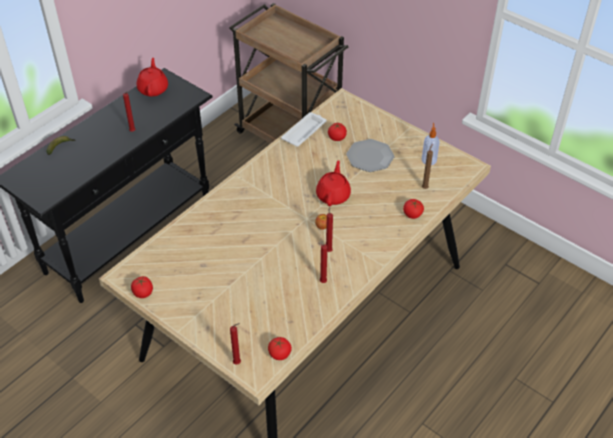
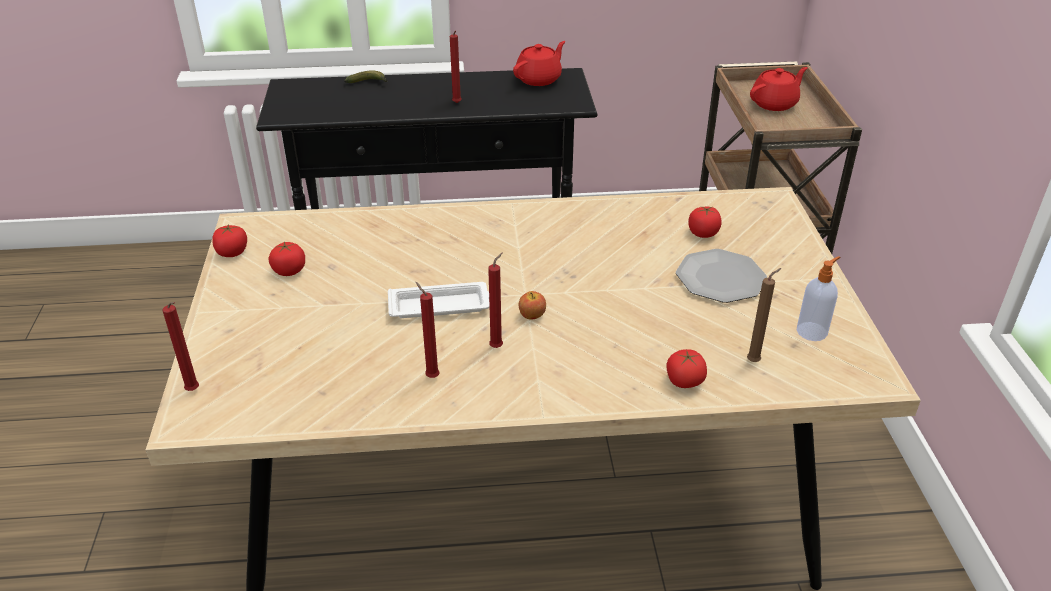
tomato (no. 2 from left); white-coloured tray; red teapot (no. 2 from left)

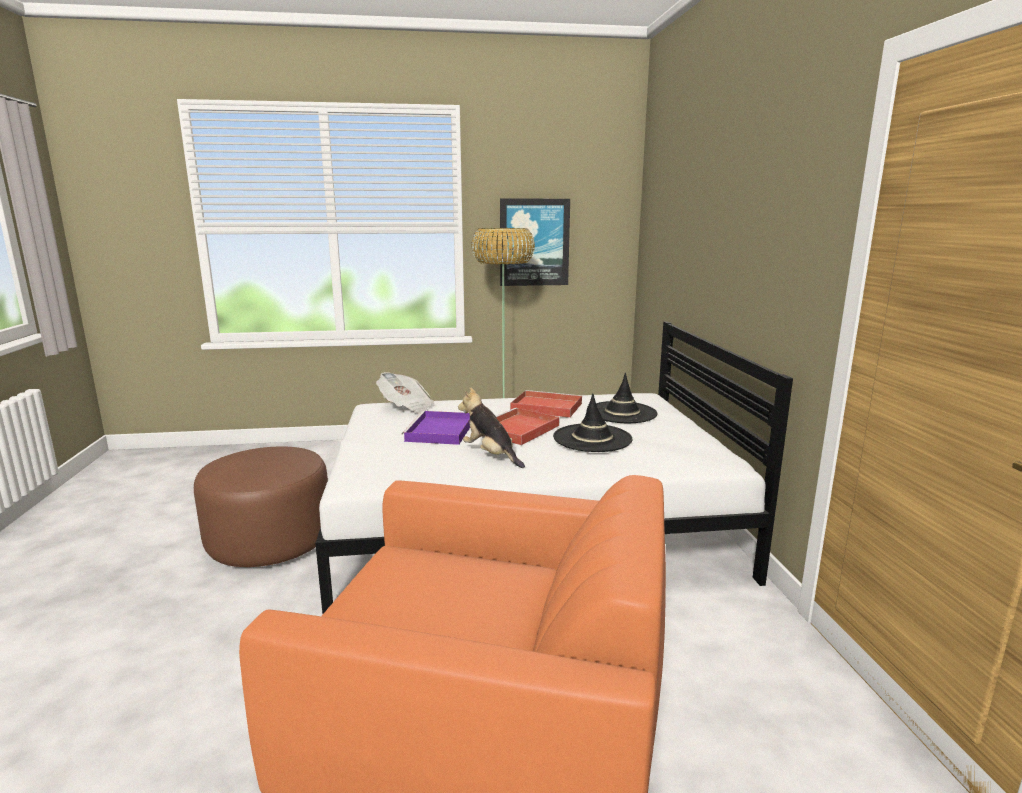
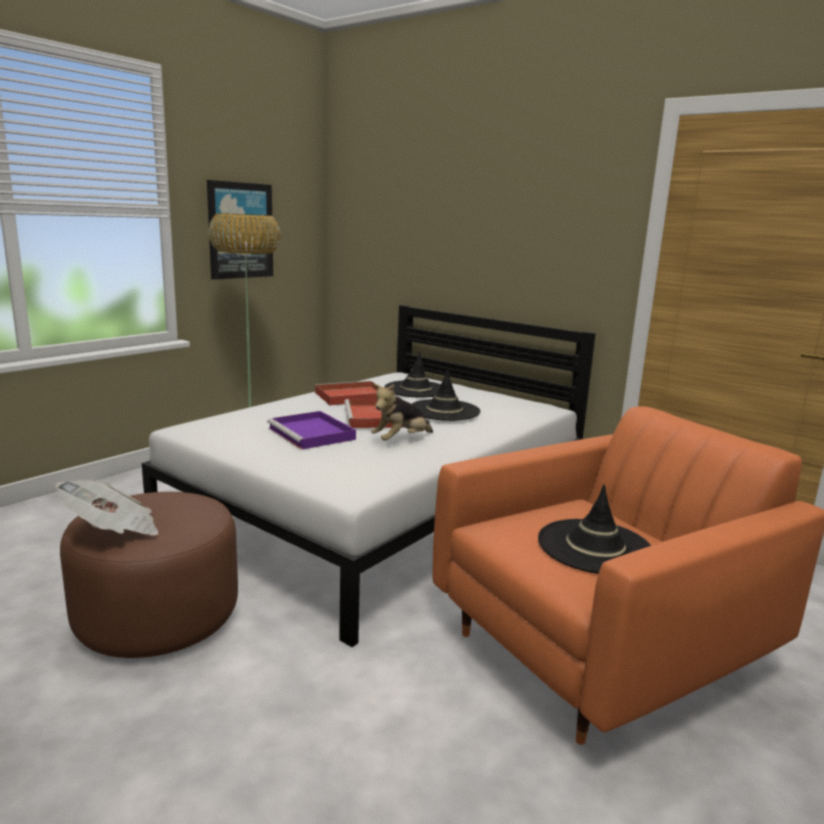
printed paper; cuddly toy; black hat (no. 3 from left)

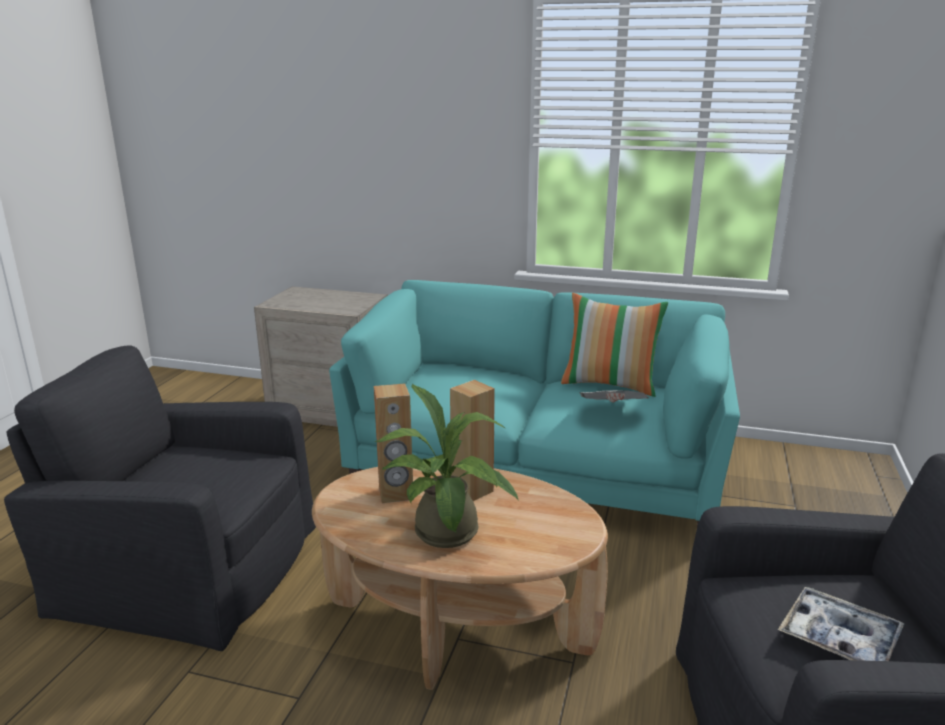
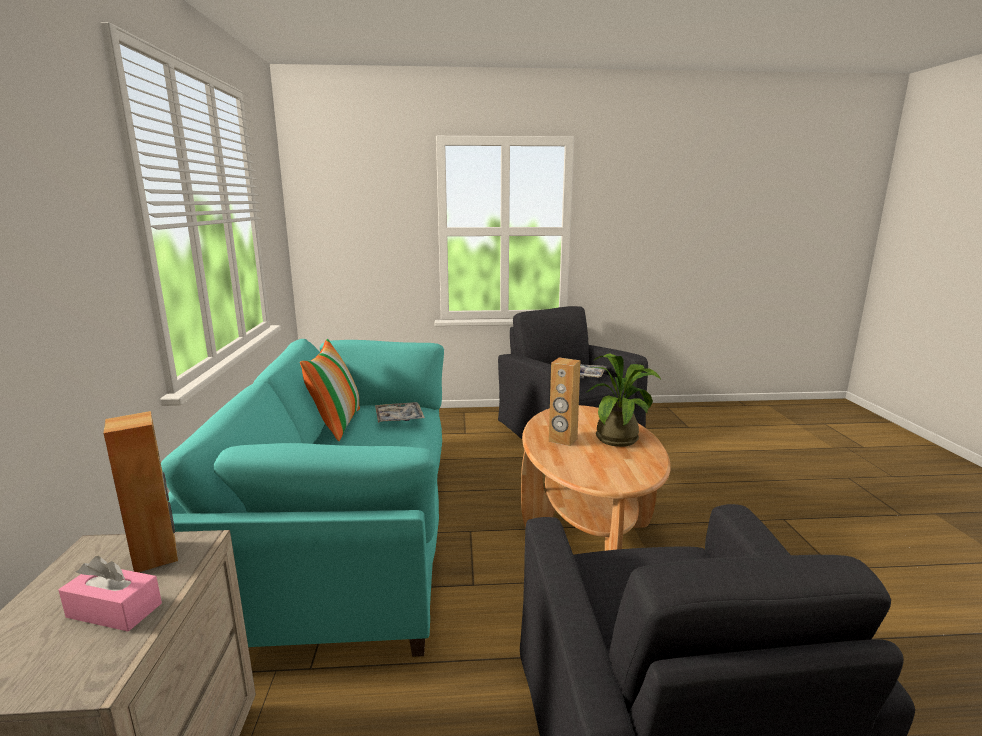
brown audio speaker (no. 1 from left); tray (no. 1 from left); pinkish tissue holder

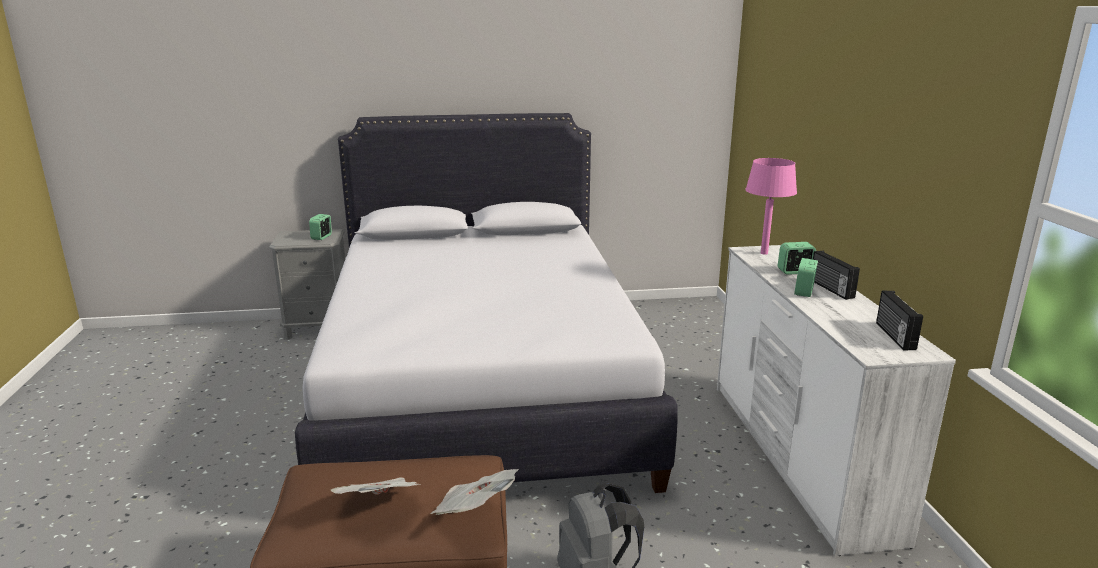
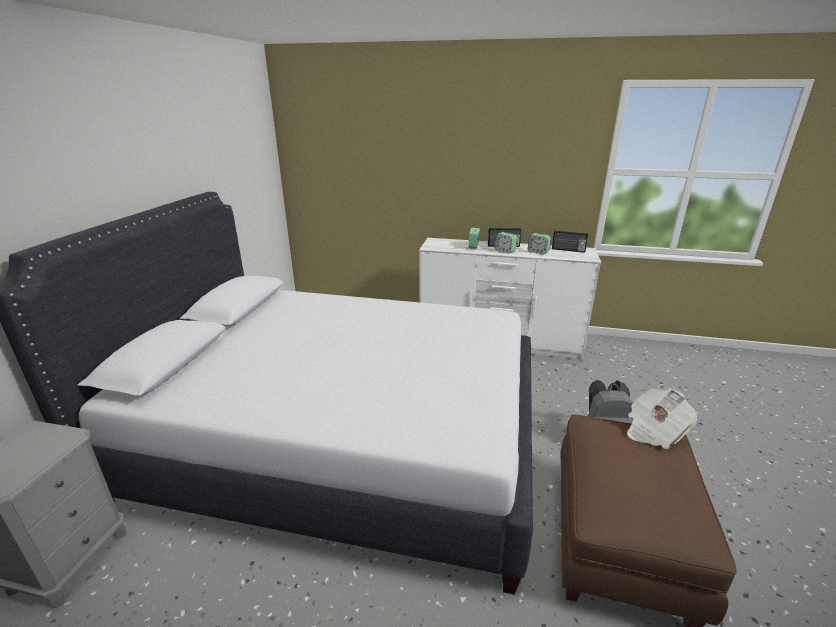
table clock (no. 3 from left); printed paper (no. 1 from left in the first image); pinkish lamp for a table

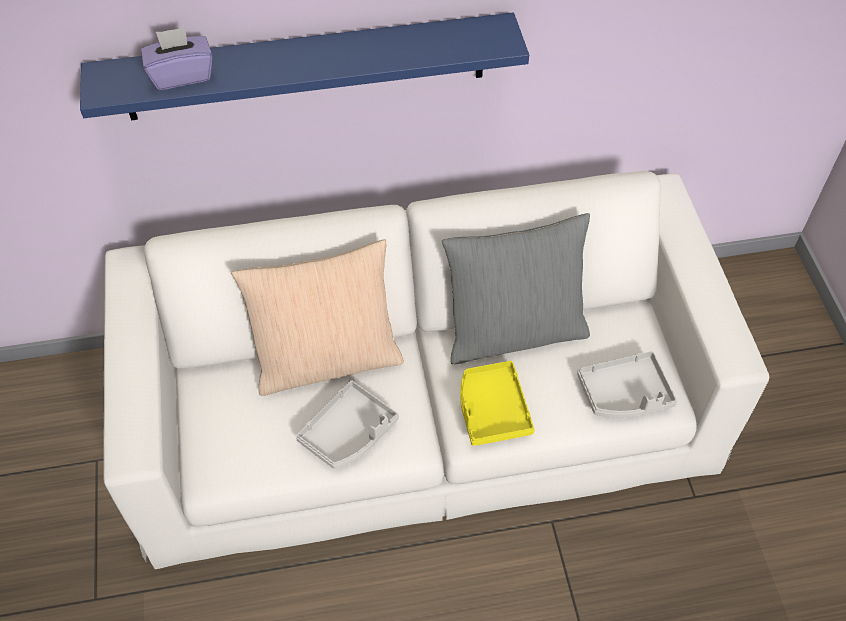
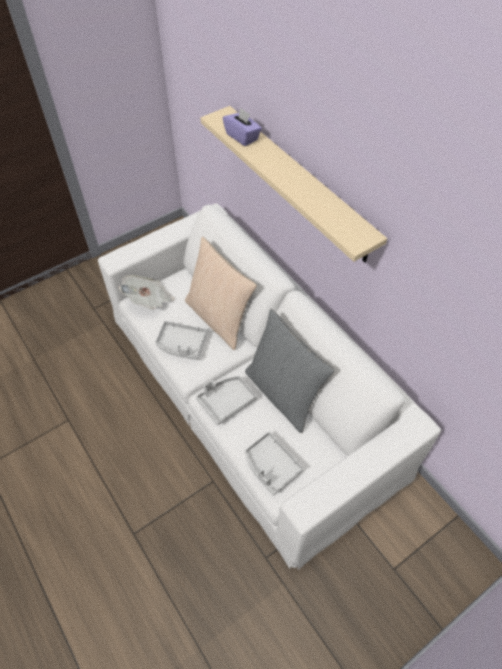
sand-coloured bracket shelf; grey tray (no. 2 from left); printed paper

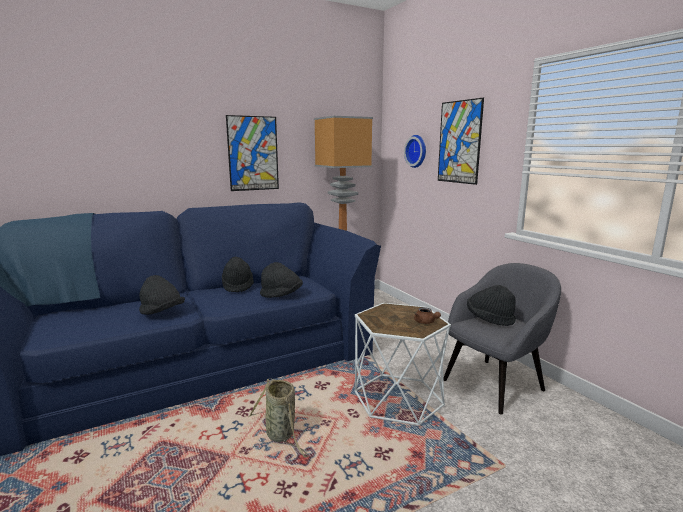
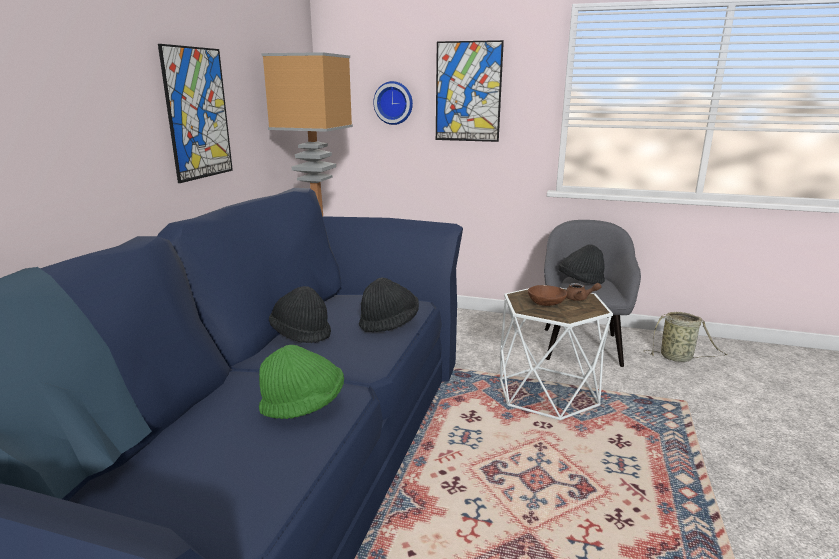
greenish hat; household basket; brown serving bowl

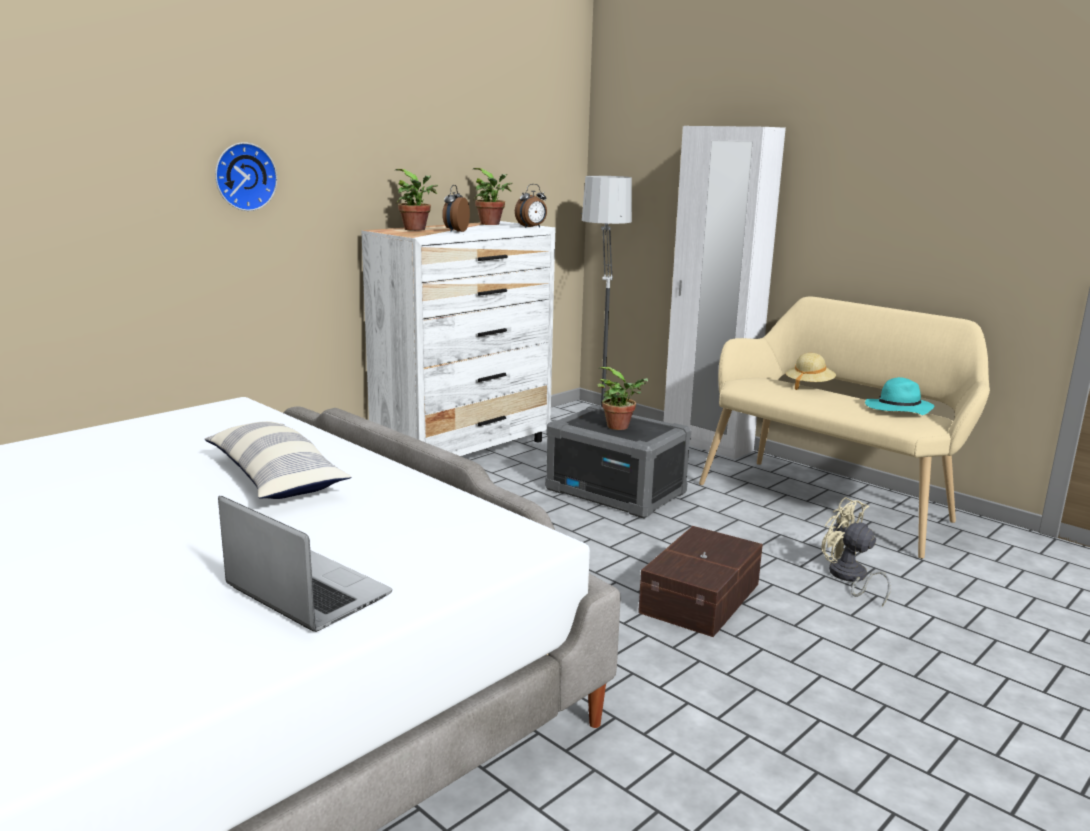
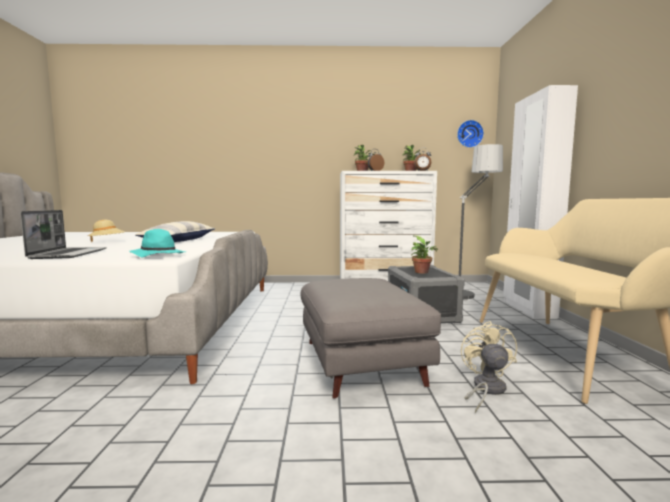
hanging clock; grey footrest; sand-coloured hat; turquoise-coloured hat

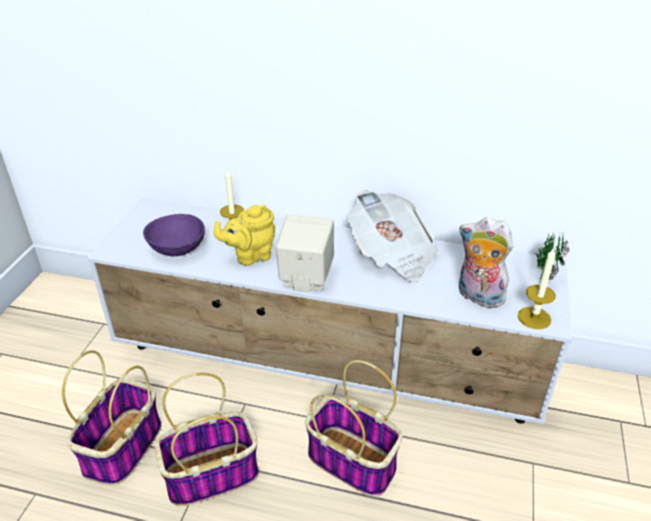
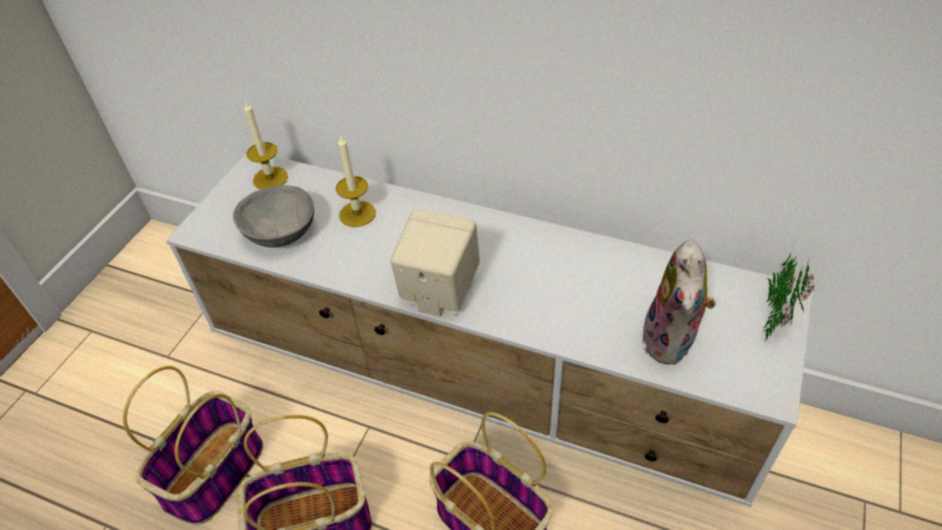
grey serving bowl; yellowish teapot; printed paper; cuddly toy; wax light (no. 1 from left)

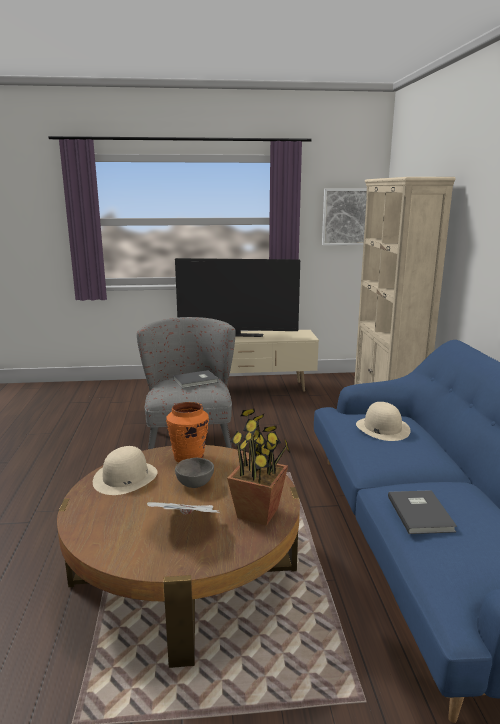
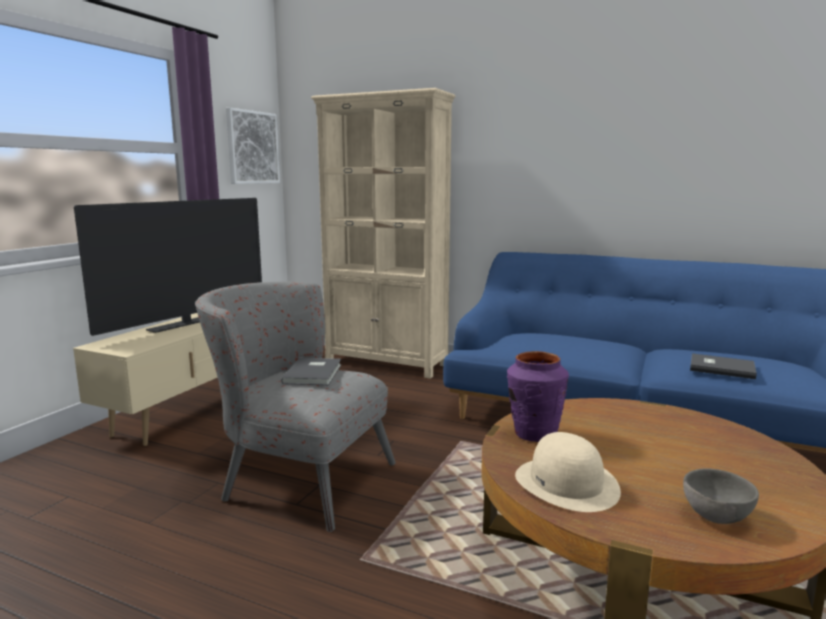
printed paper; purple decorative vase; grey serving bowl; potted plant; sand-coloured hat (no. 2 from left in the first image)

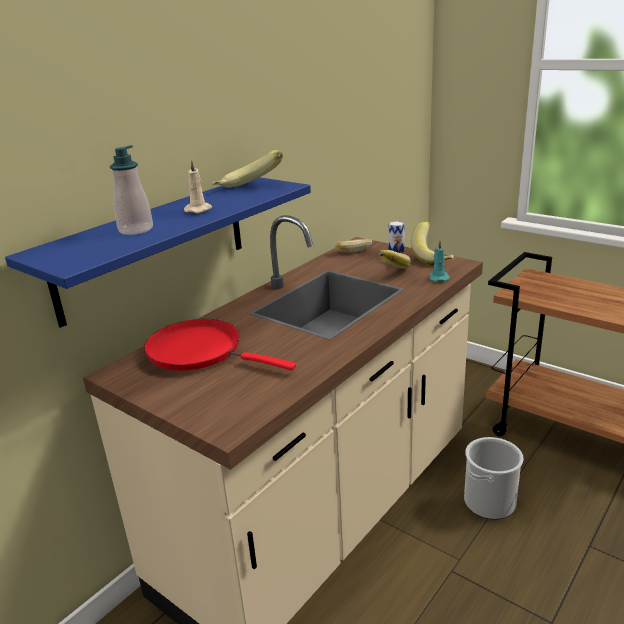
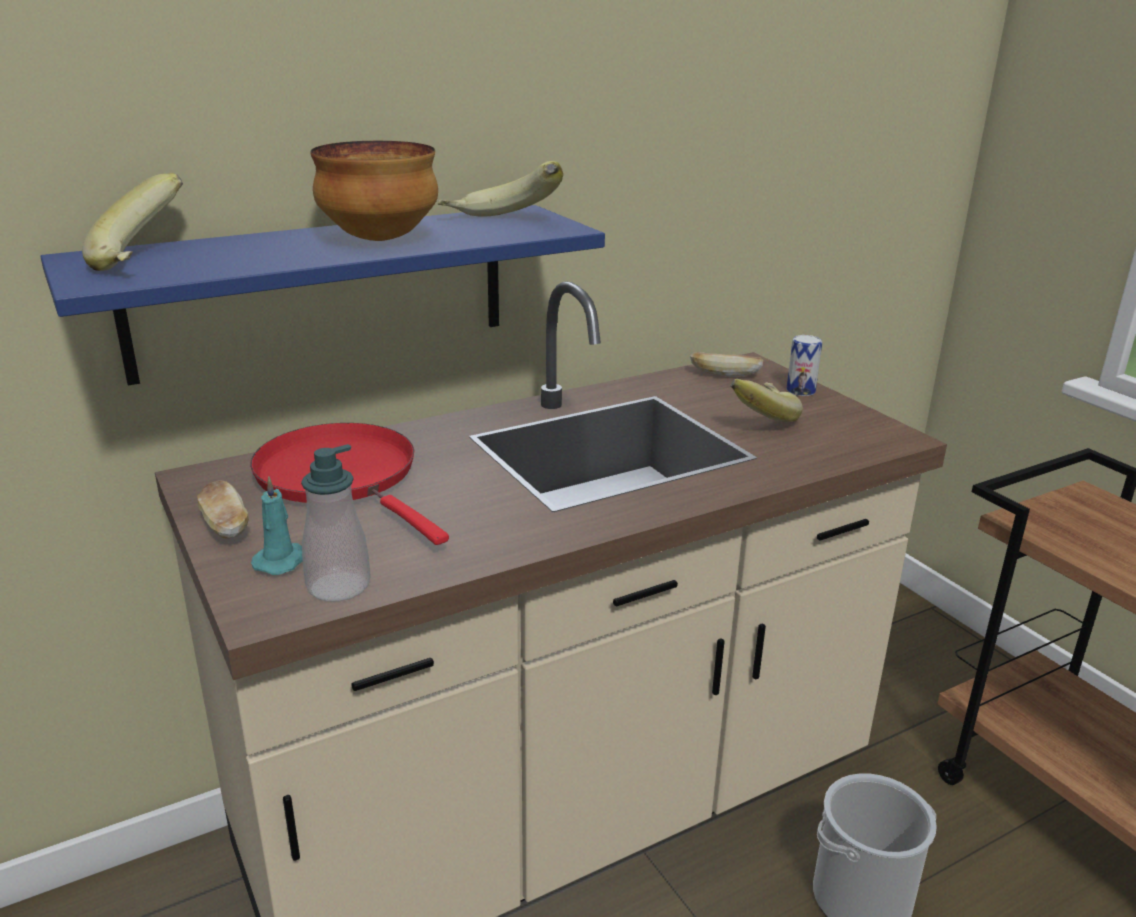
liquid soap bottle; serving bowl; banana fruit (no. 1 from left); turquoise-coloured wax light; baked bread (no. 1 from left)

